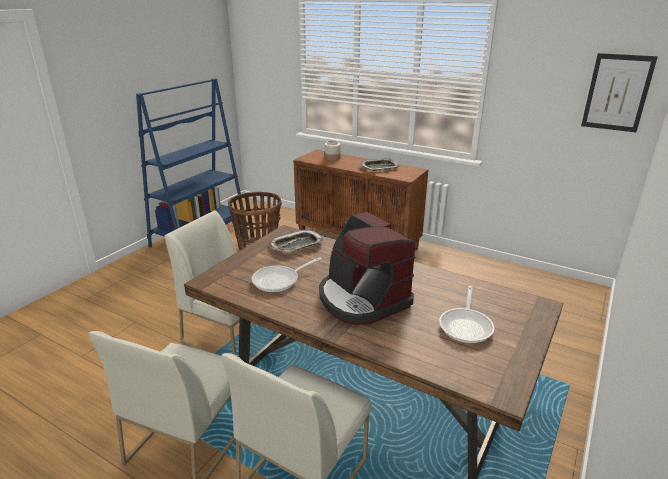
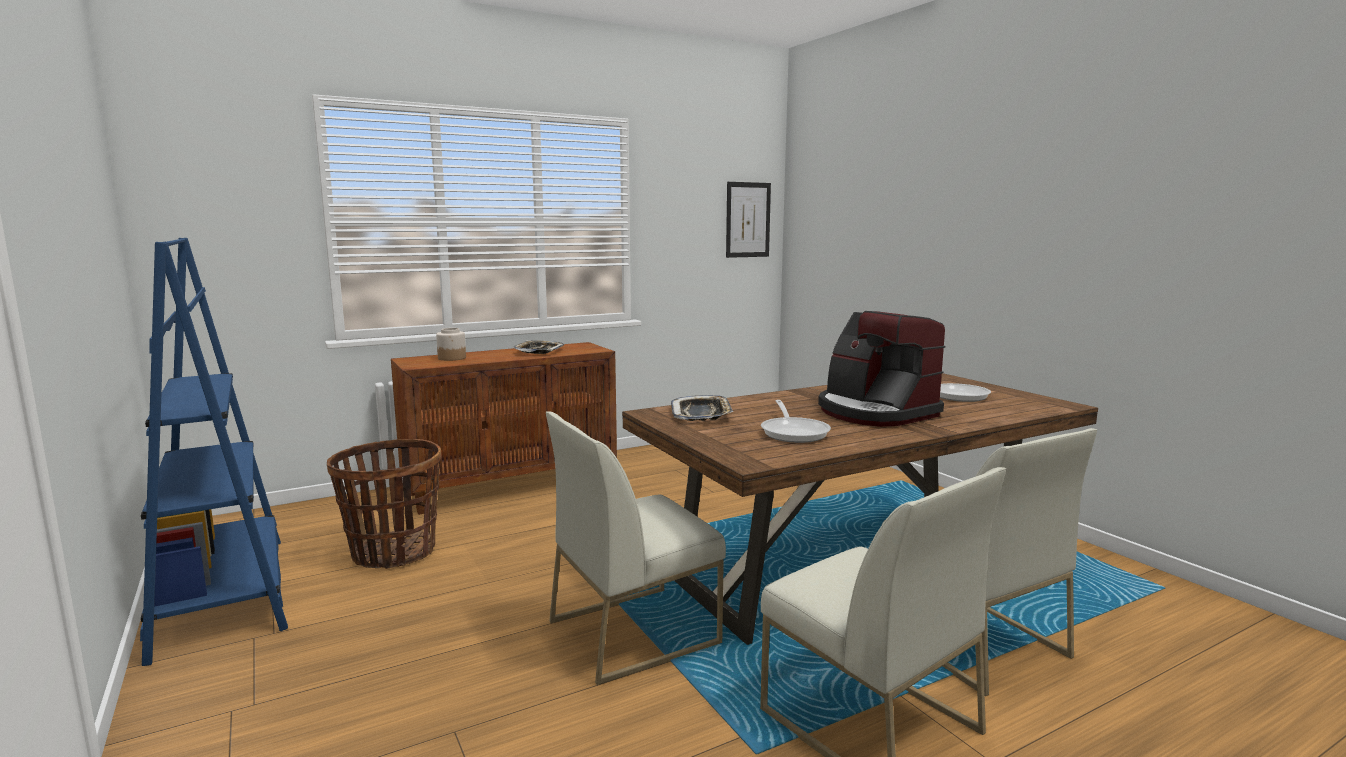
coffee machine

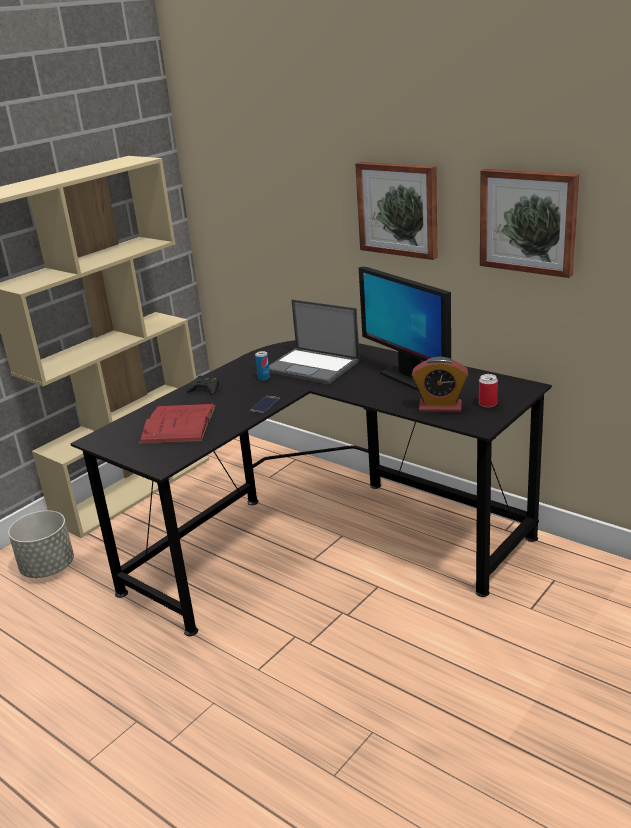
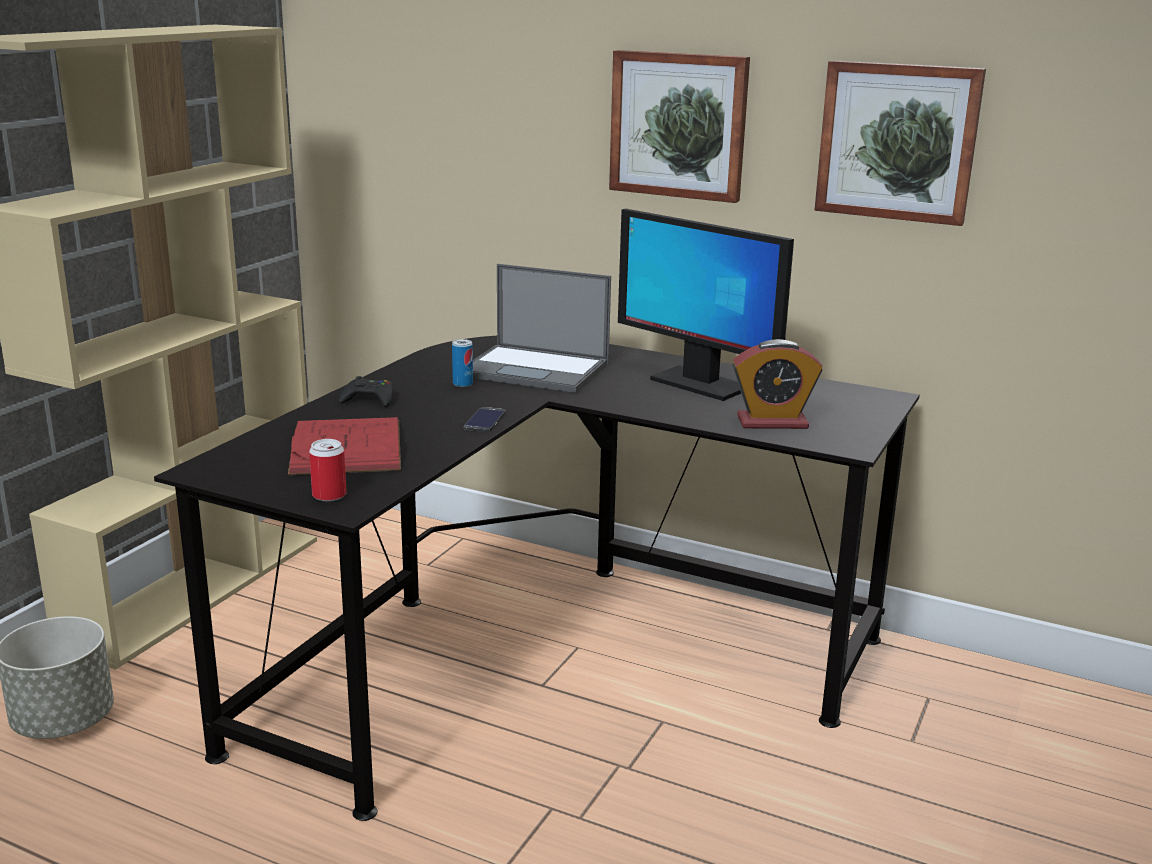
metal can (no. 1 from left)

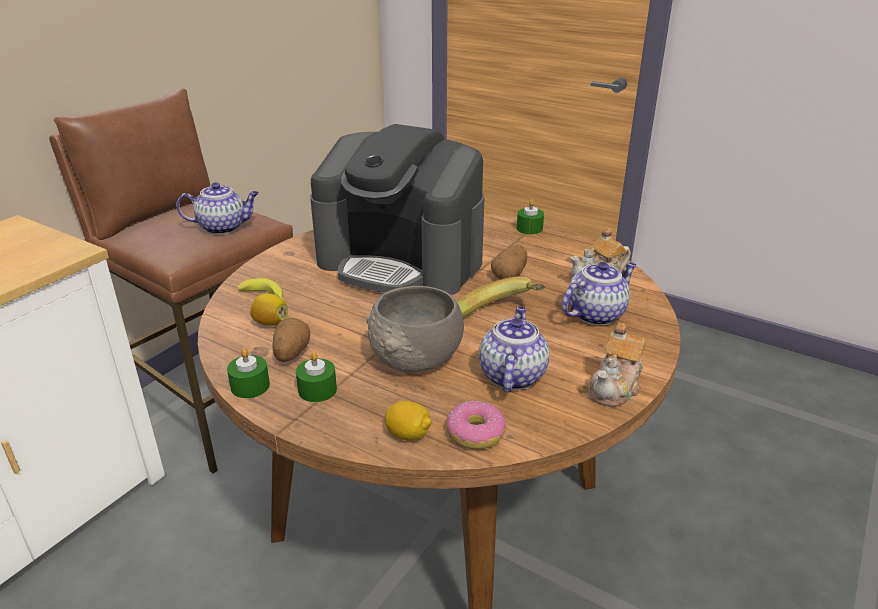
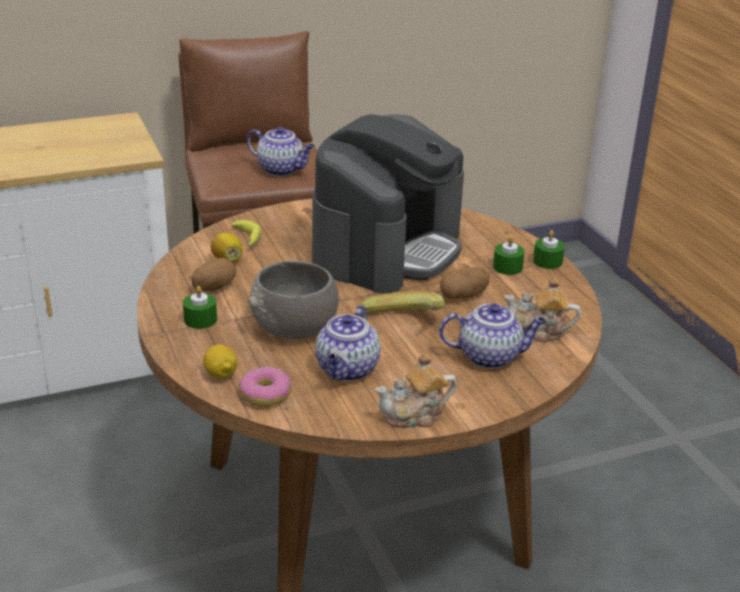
greenish wax light (no. 2 from left); coffee machine; teapot (no. 2 from left)

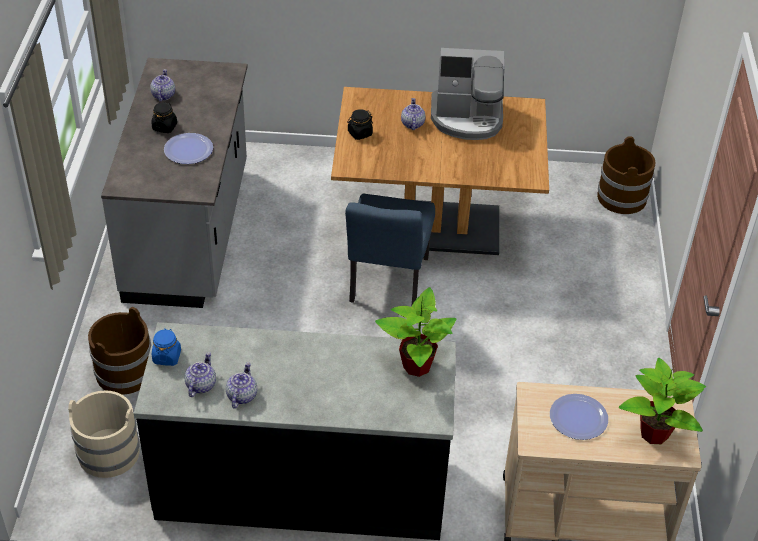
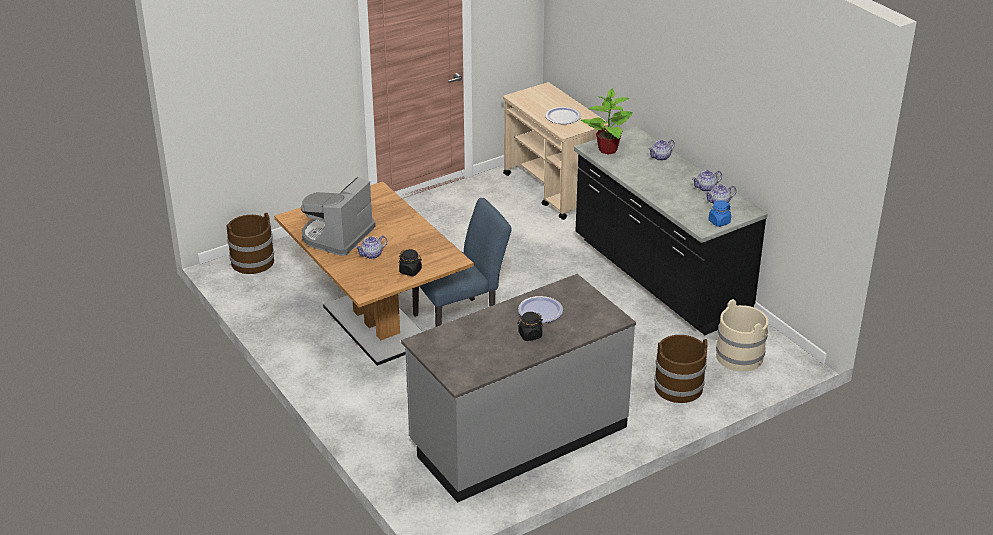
teapot (no. 2 from left); coffee machine; potted plant (no. 2 from left in the first image)

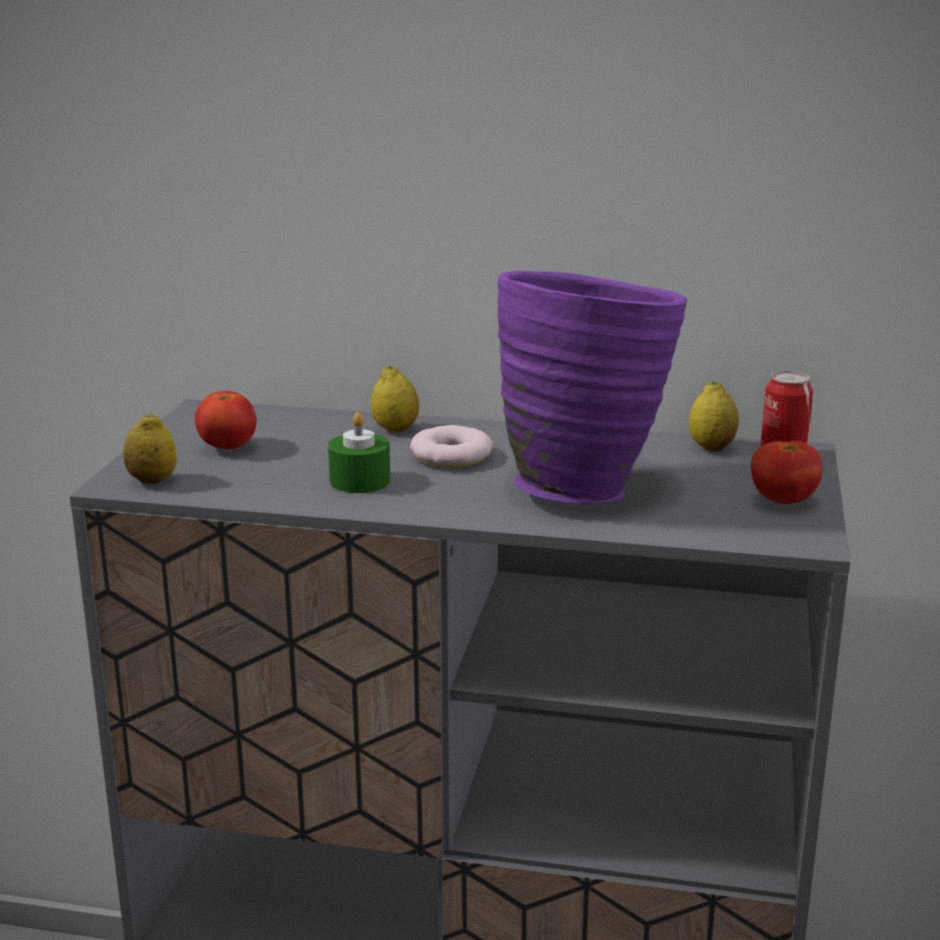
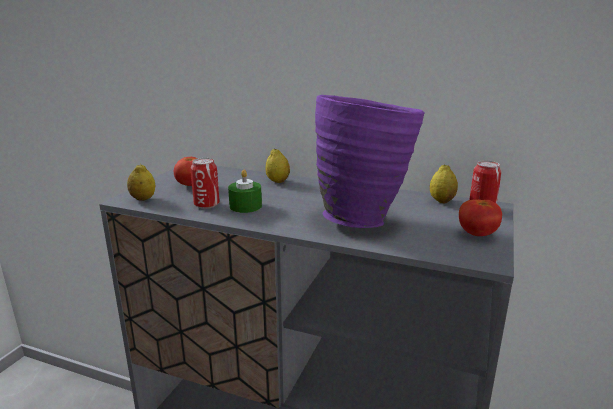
doughnut; metal can (no. 1 from left)

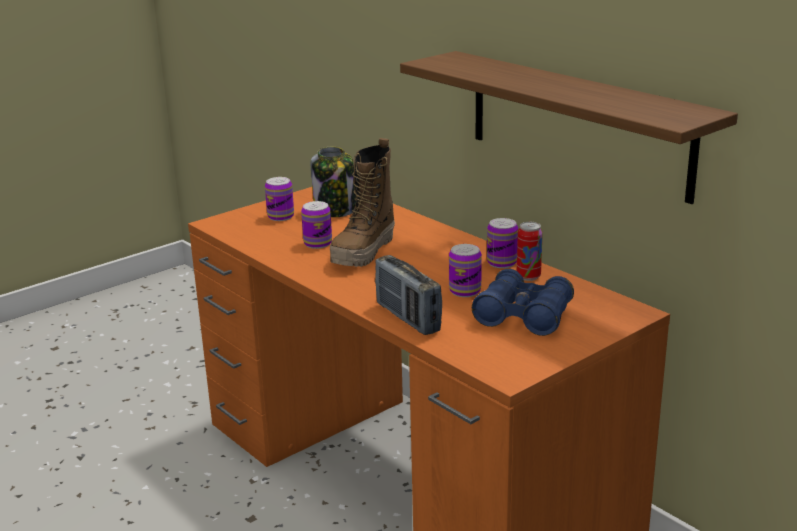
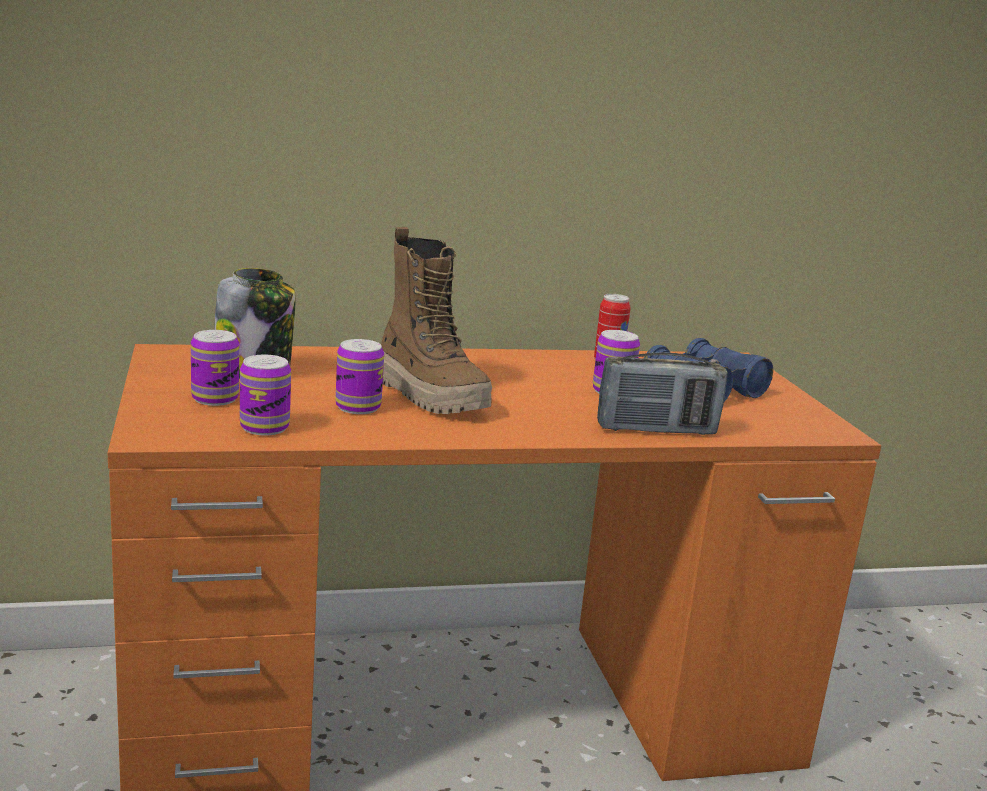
bracket shelf; metal can (no. 2 from left)

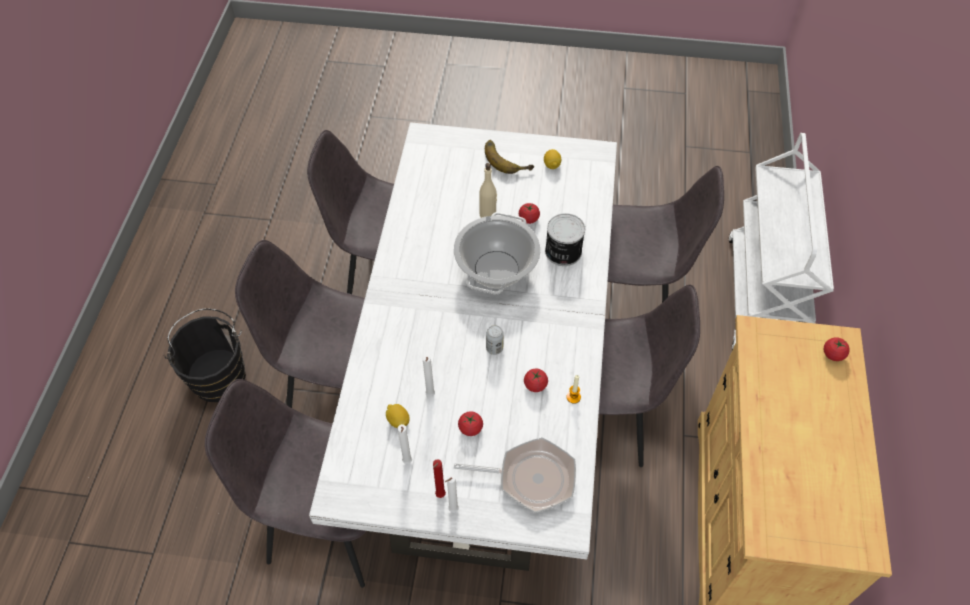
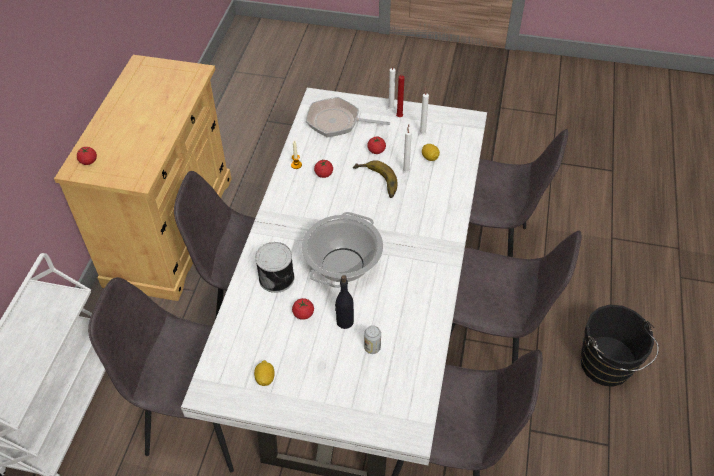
black drink bottle; banana fruit; metal can (no. 2 from left)

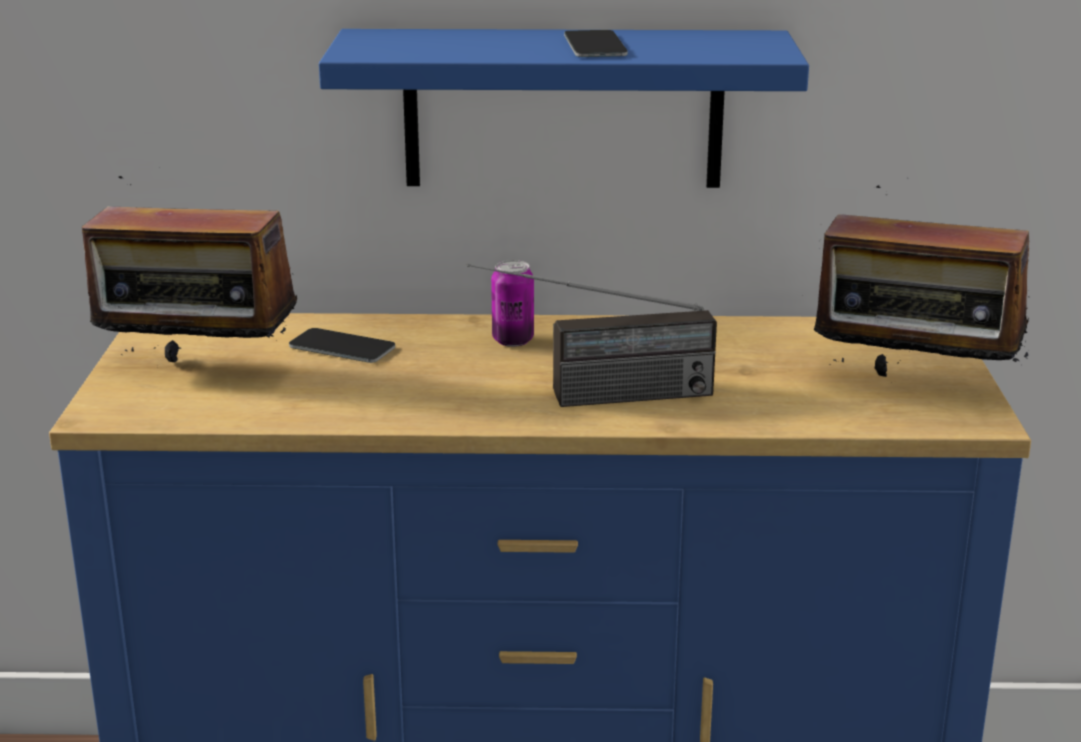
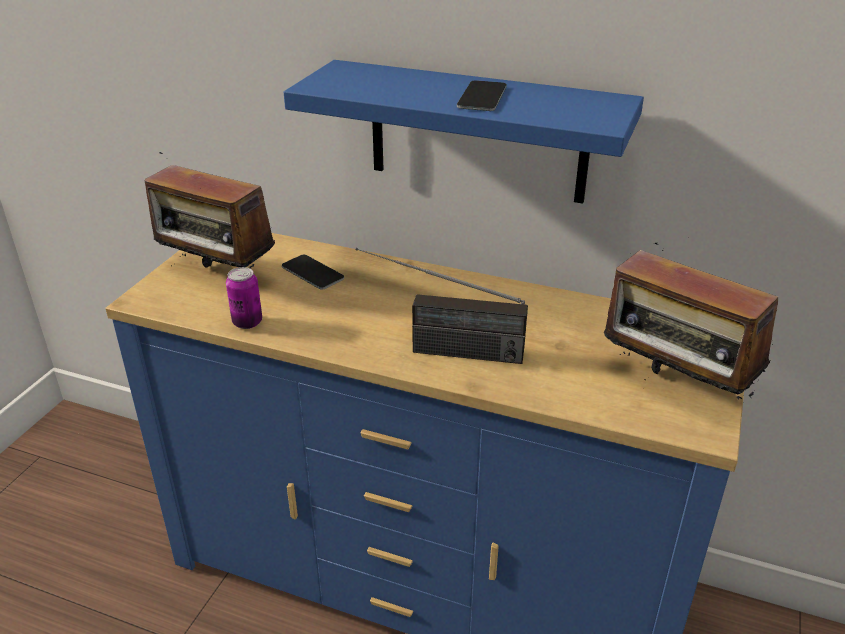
metal can

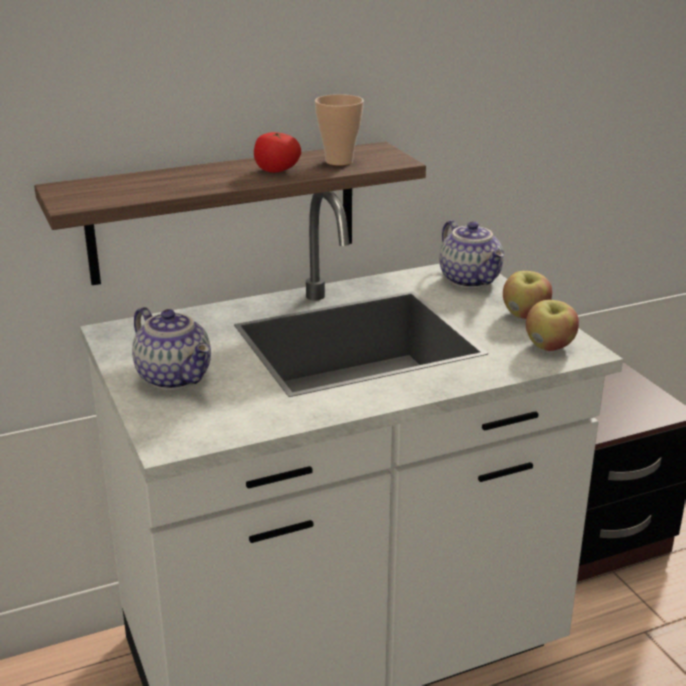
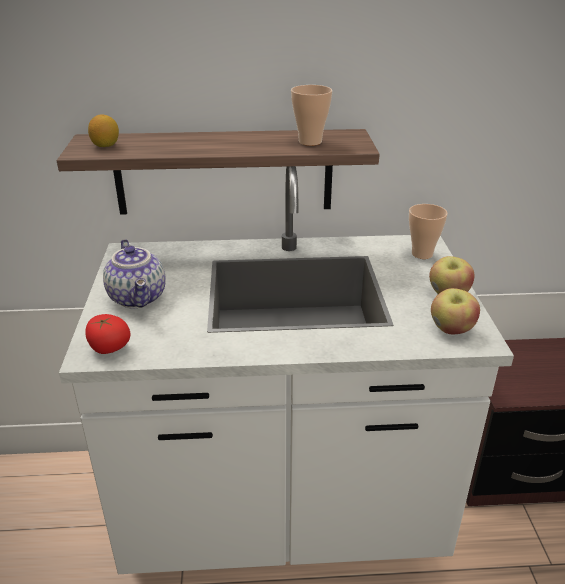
tomato; drinking cup (no. 2 from left); citrus fruit

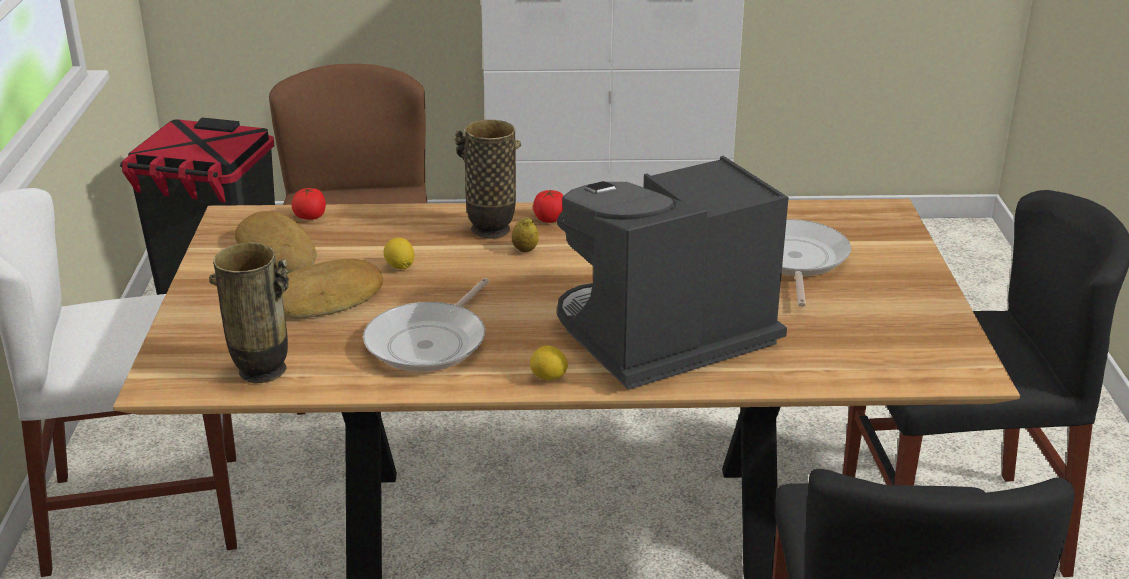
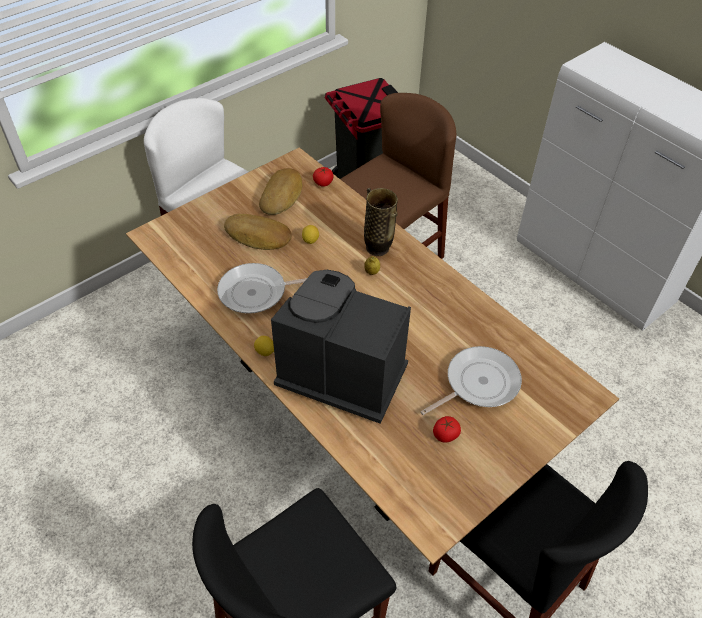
decorative vase (no. 1 from left in the first image); tomato (no. 2 from left)

